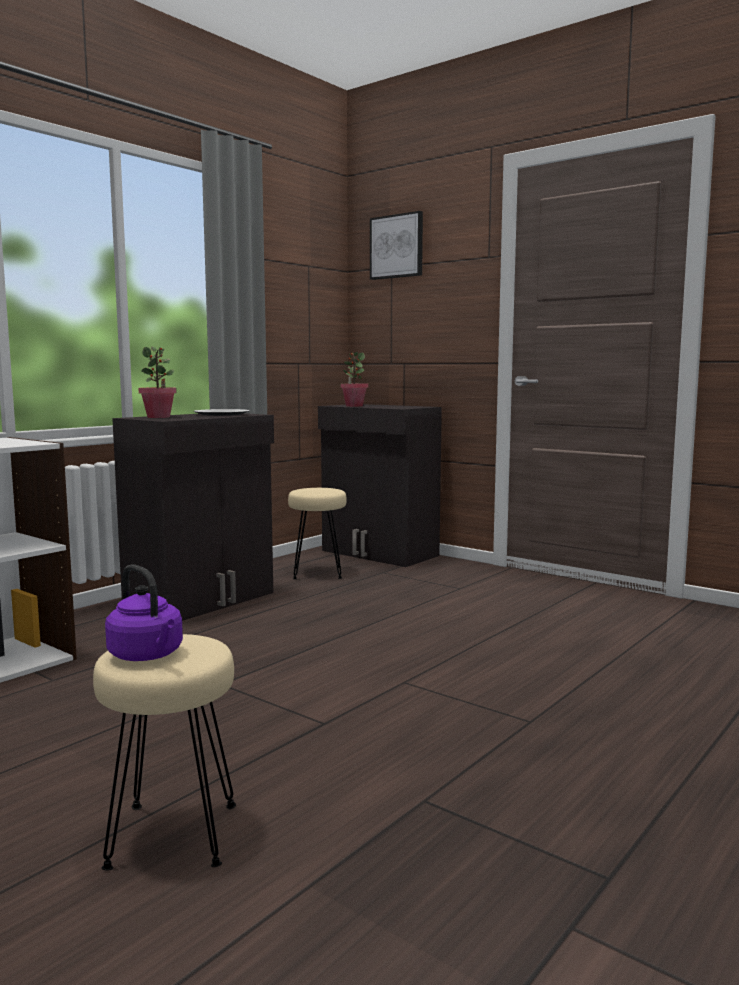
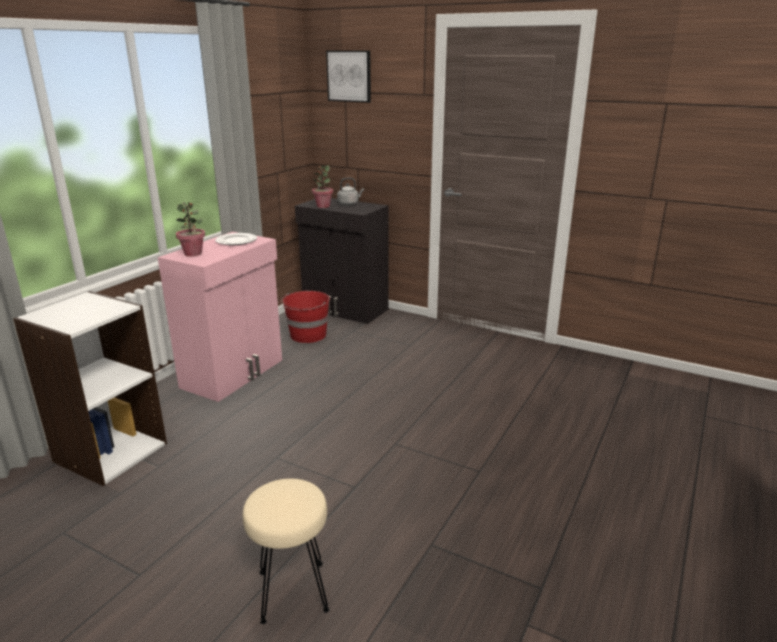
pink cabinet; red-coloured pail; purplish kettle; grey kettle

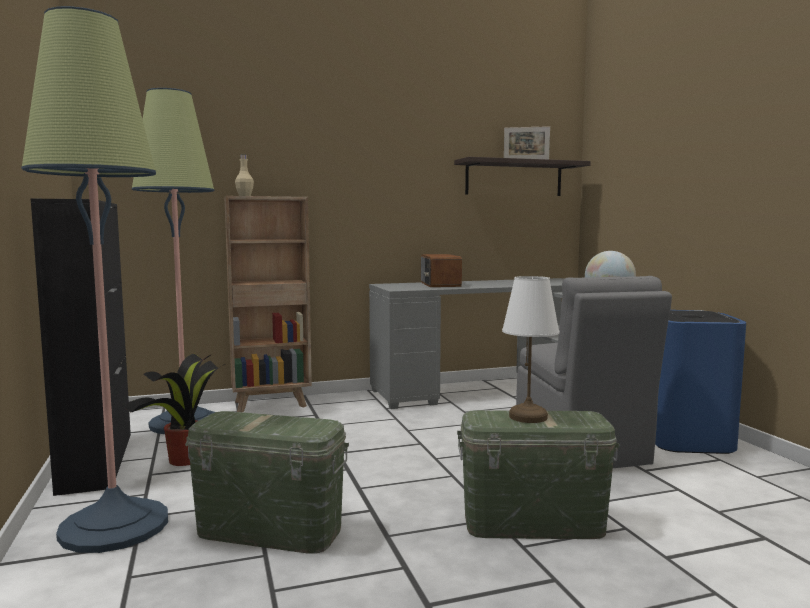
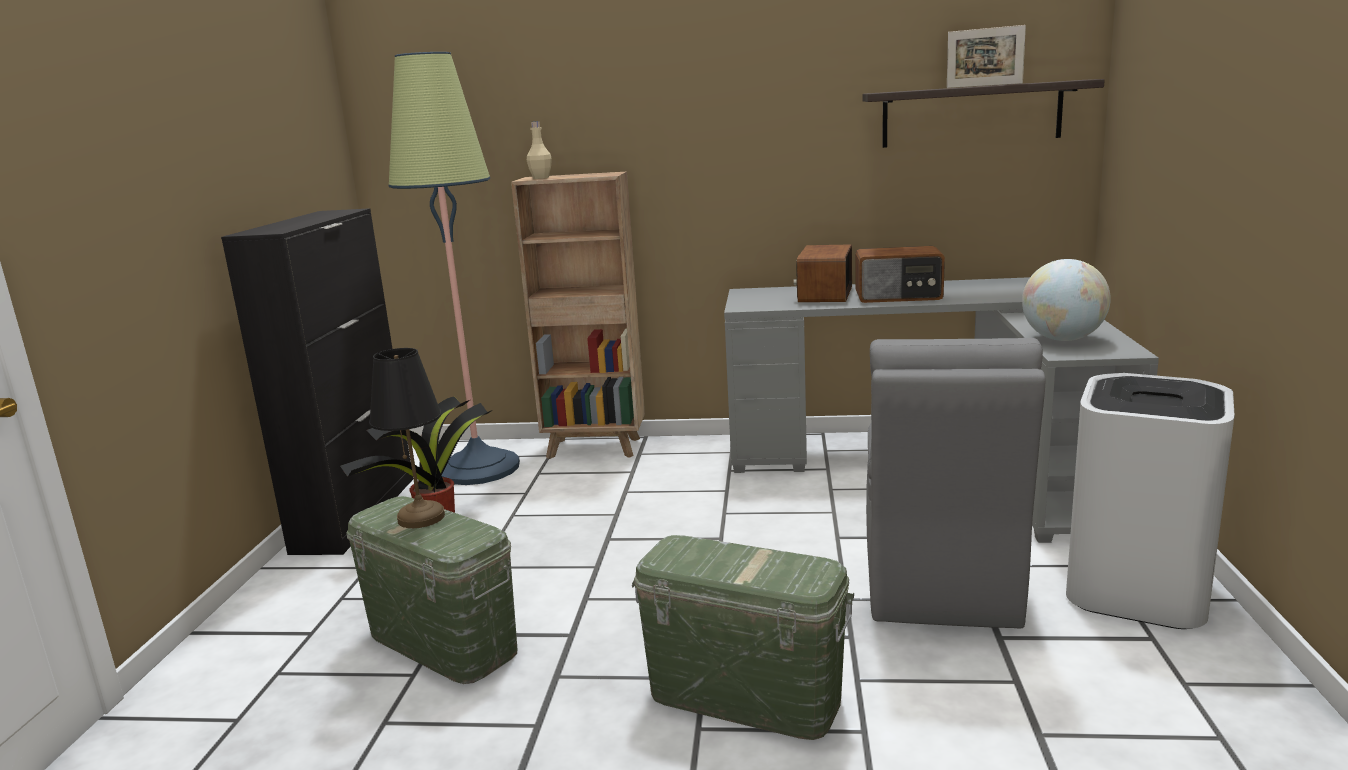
standard lamp (1st from left in the first image); whitish table lamp; whitish rubbish bin; radio (2nd from left); black-coloured table lamp

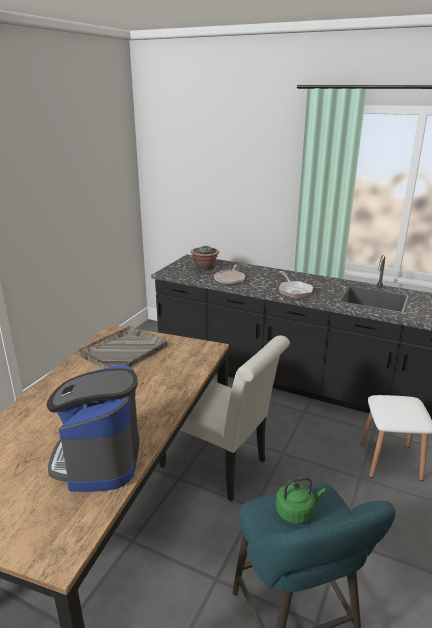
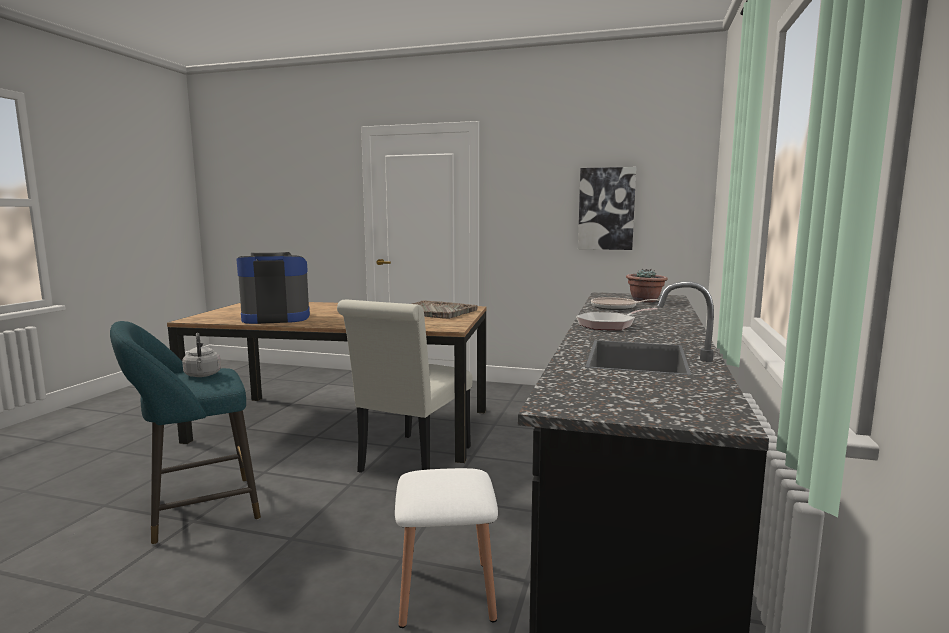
grey kettle; picture

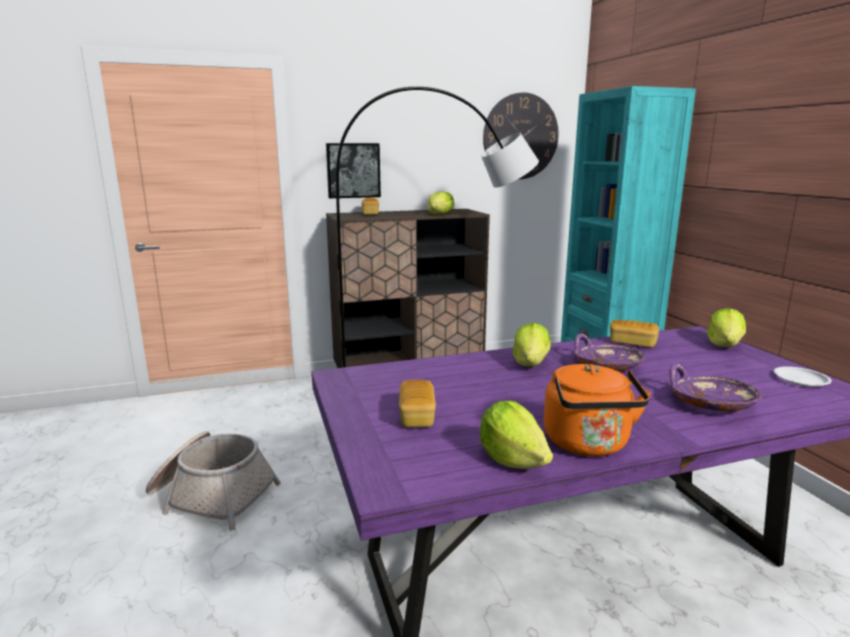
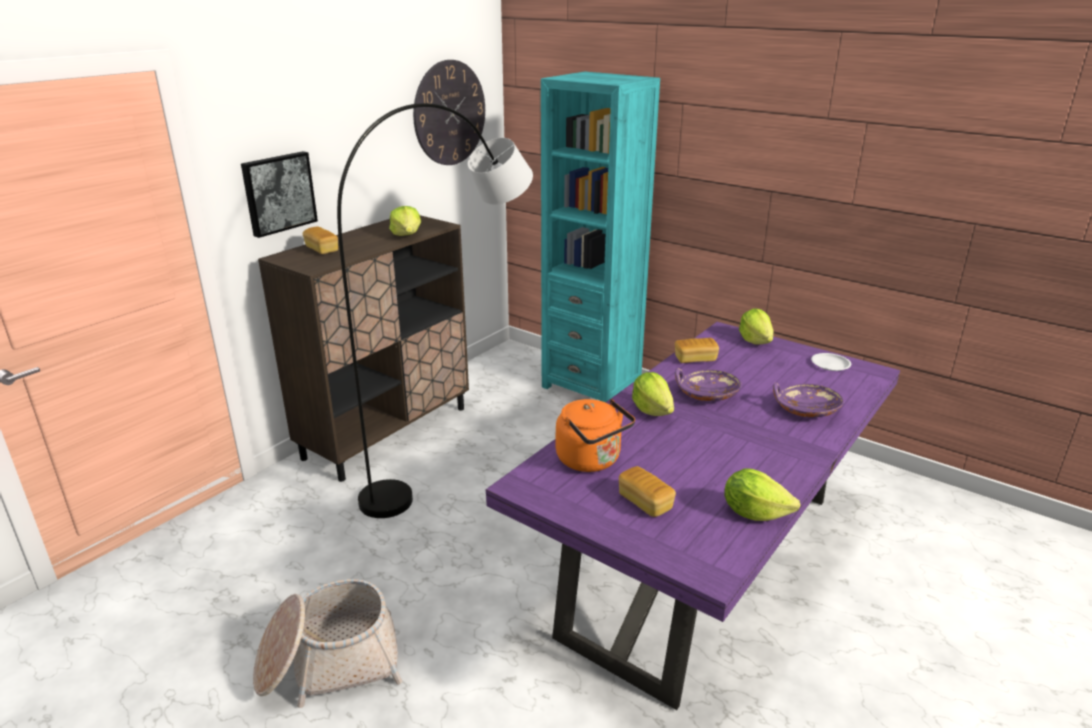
orange kettle

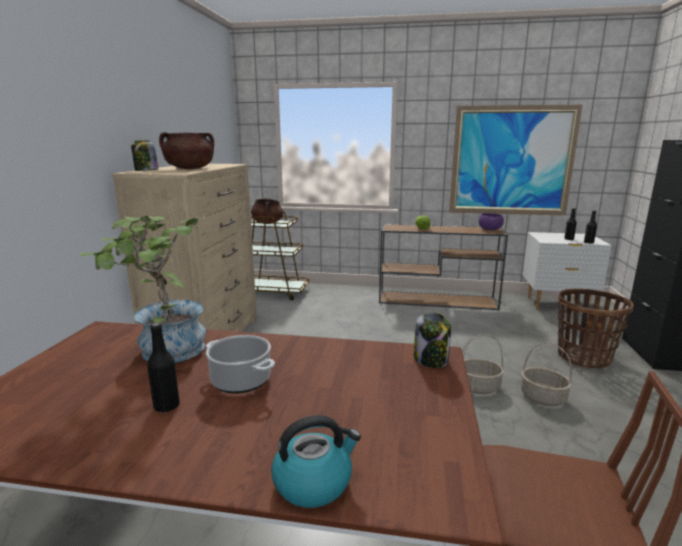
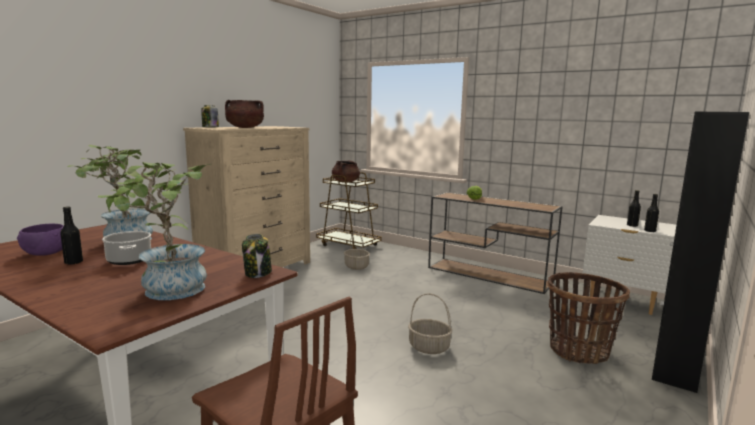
picture; purplish bowl; storage basket (1st from left); kettle; potted plant (2nd from left)

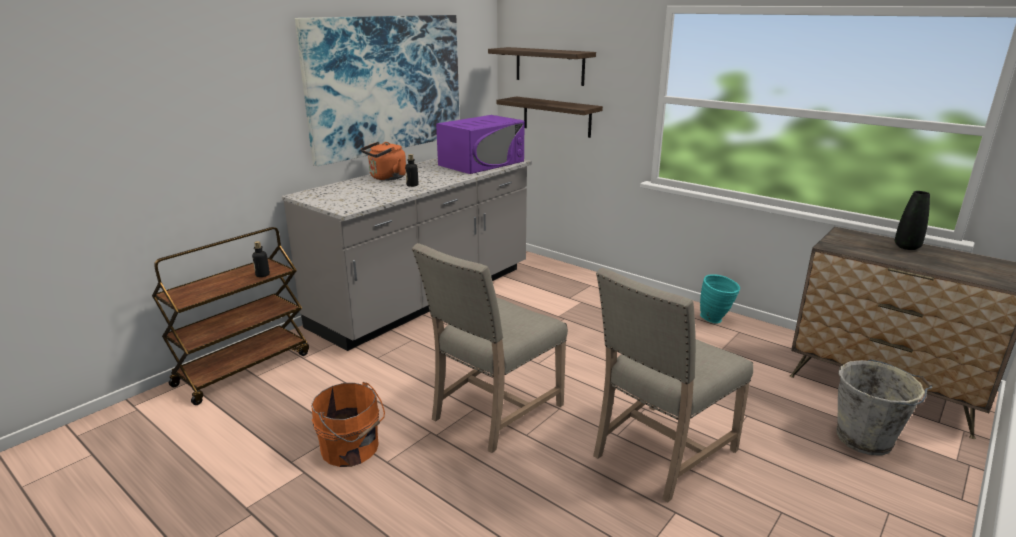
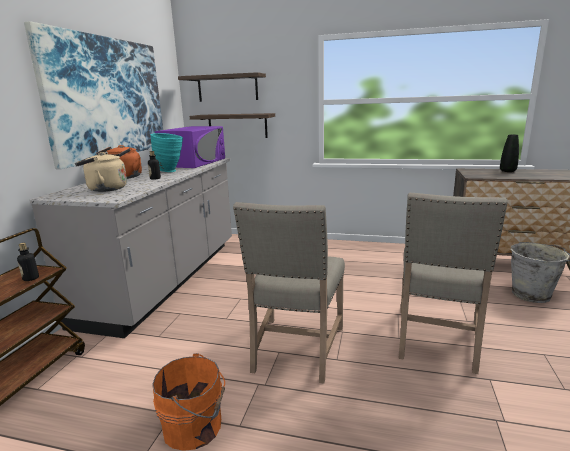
blue-green flower vase; beige kettle

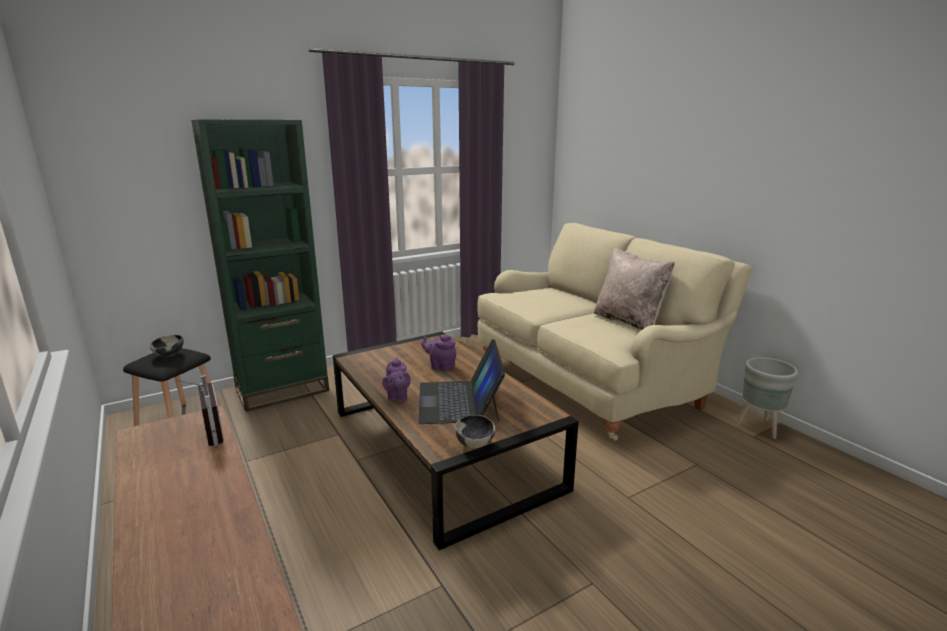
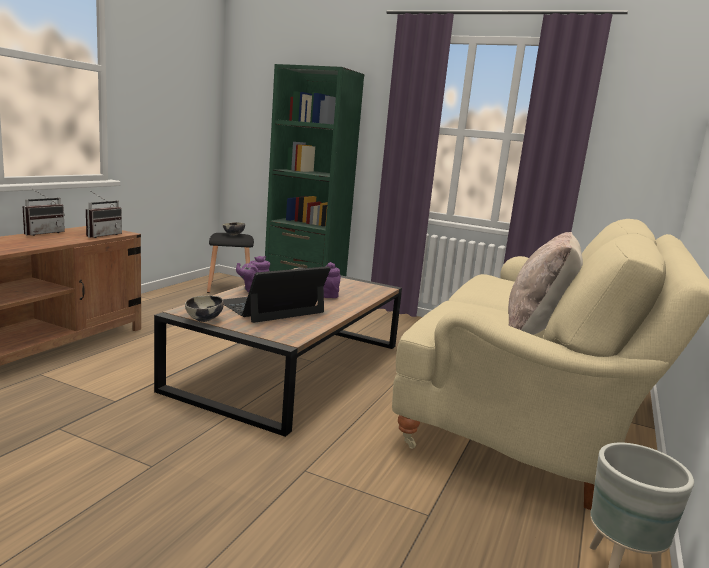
radio (1st from left)

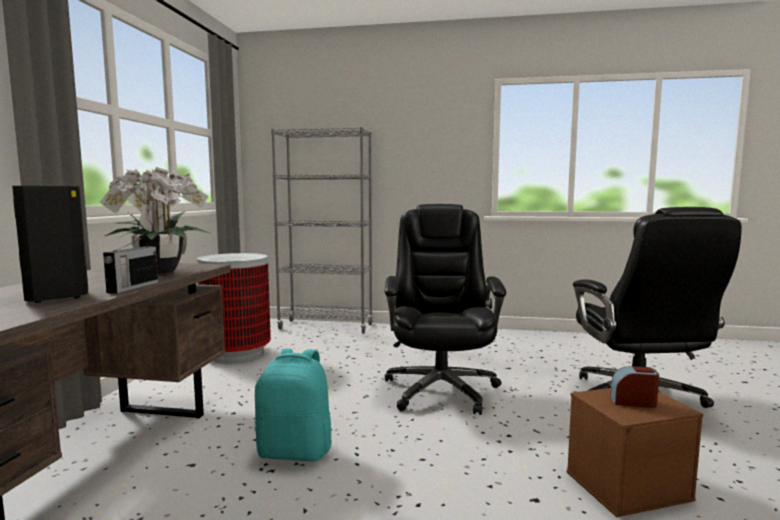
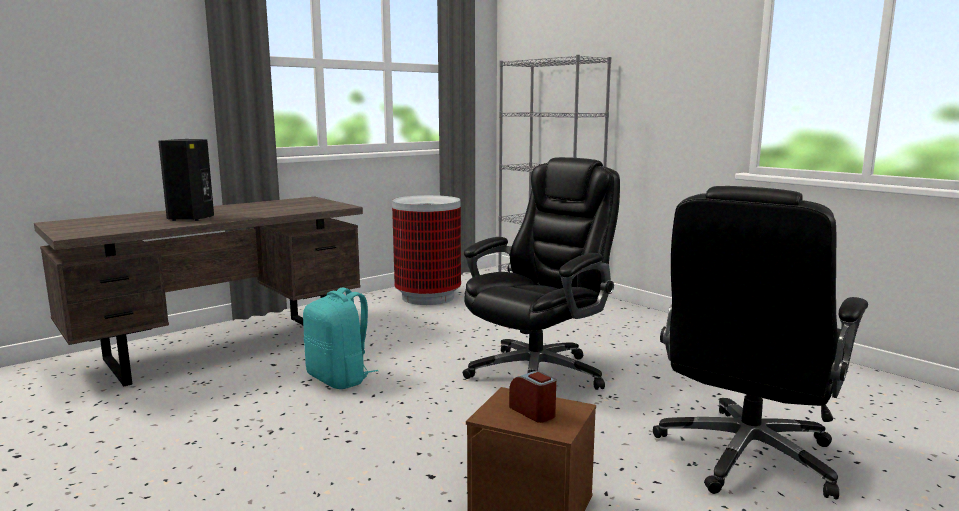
potted plant; radio

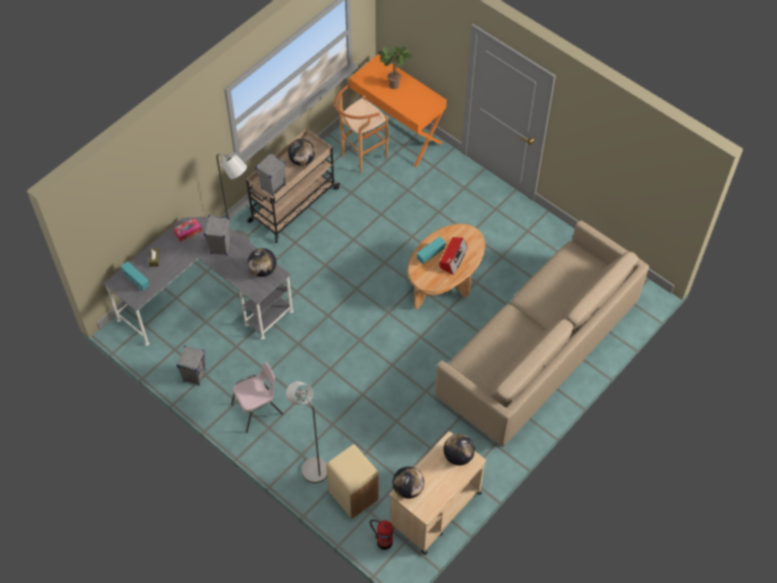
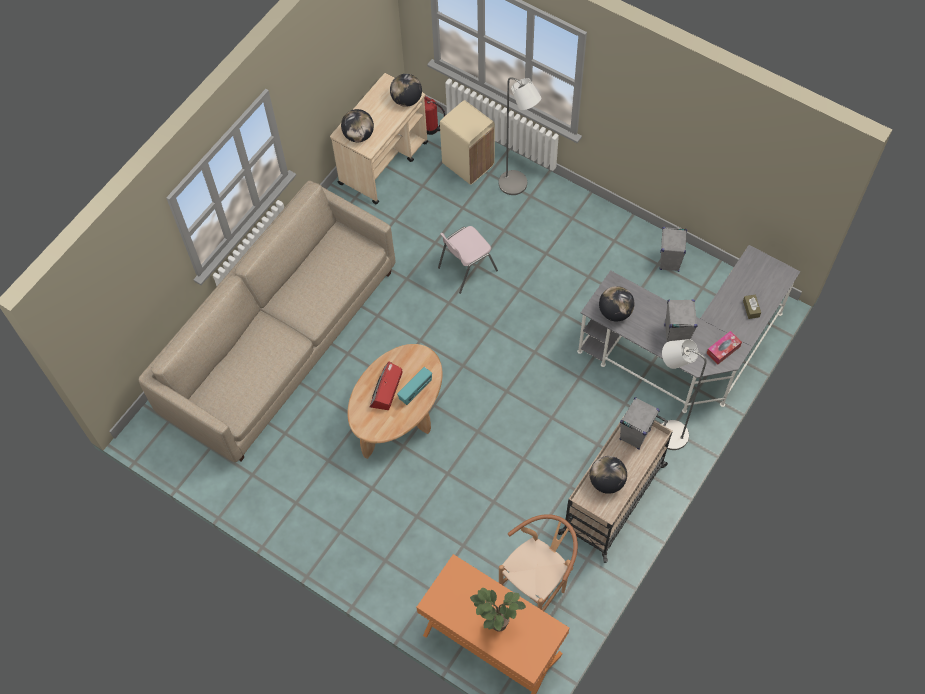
radio (1st from left in the first image); pink chair

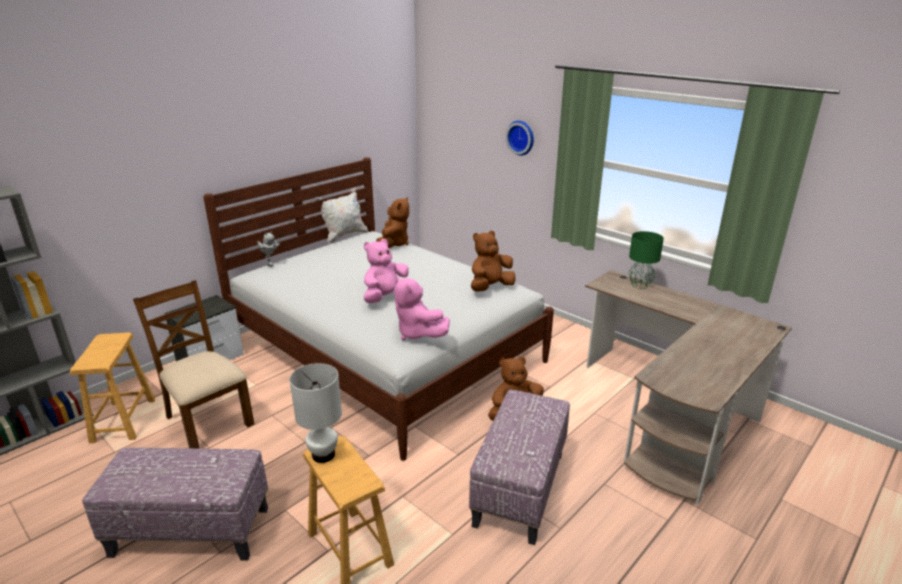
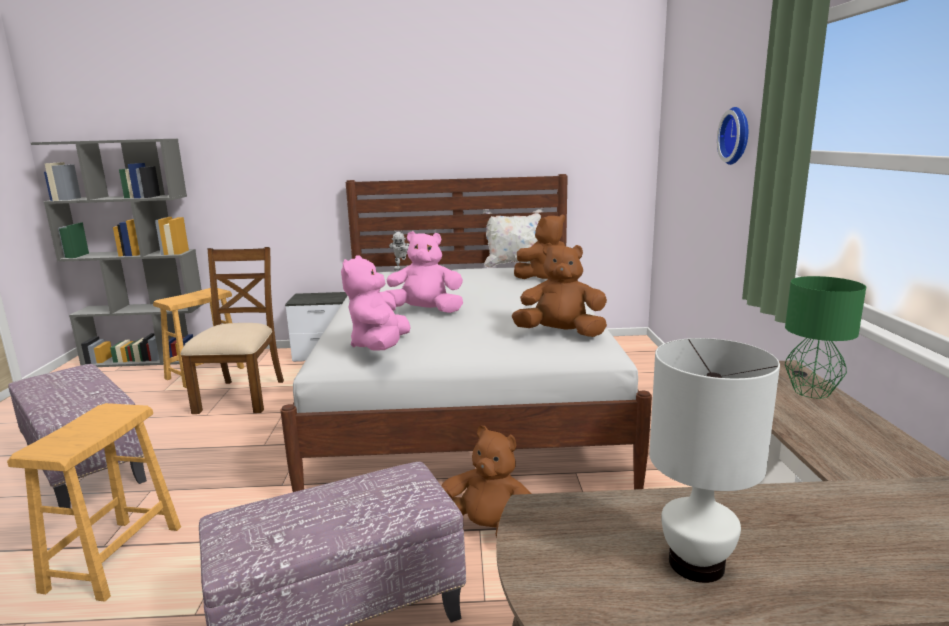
whitish table lamp

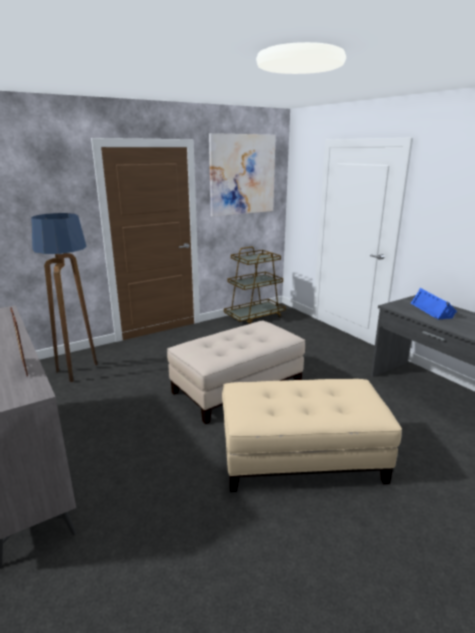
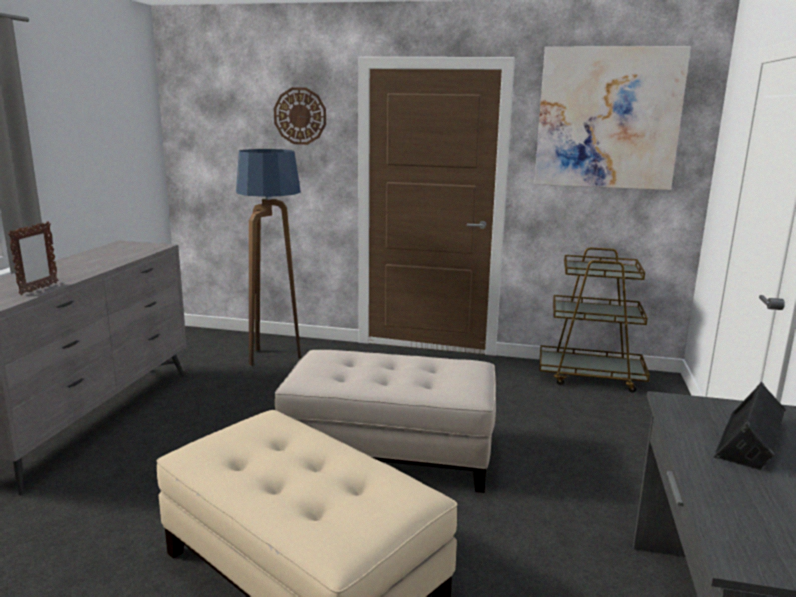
black-coloured audio speaker; clock on the wall

